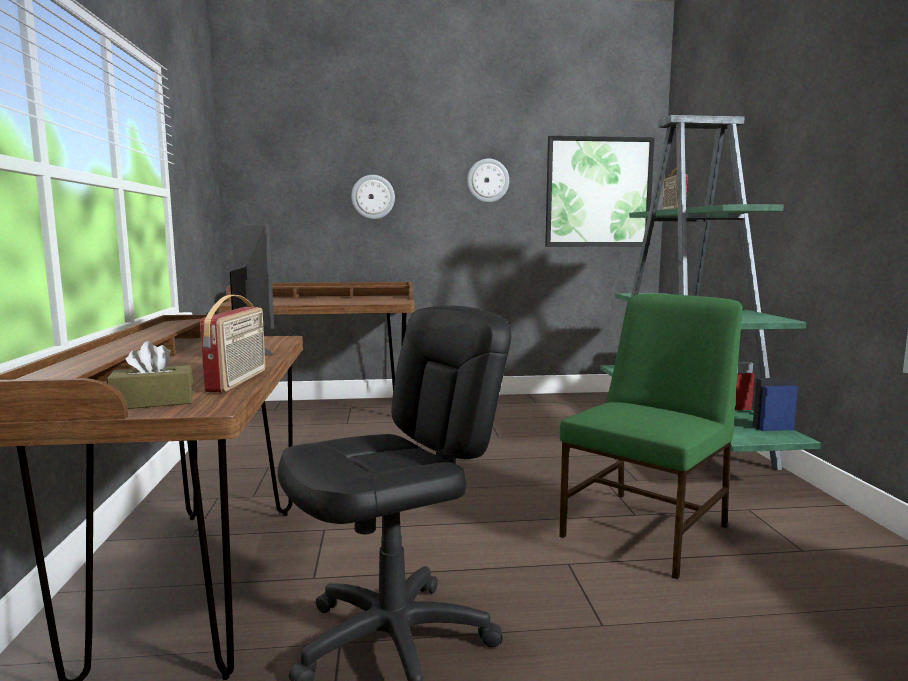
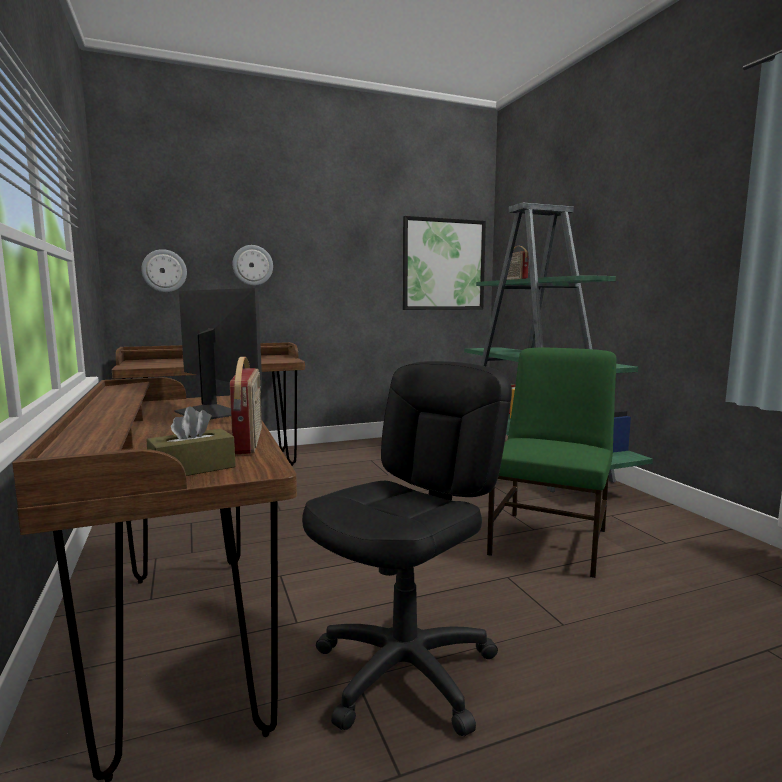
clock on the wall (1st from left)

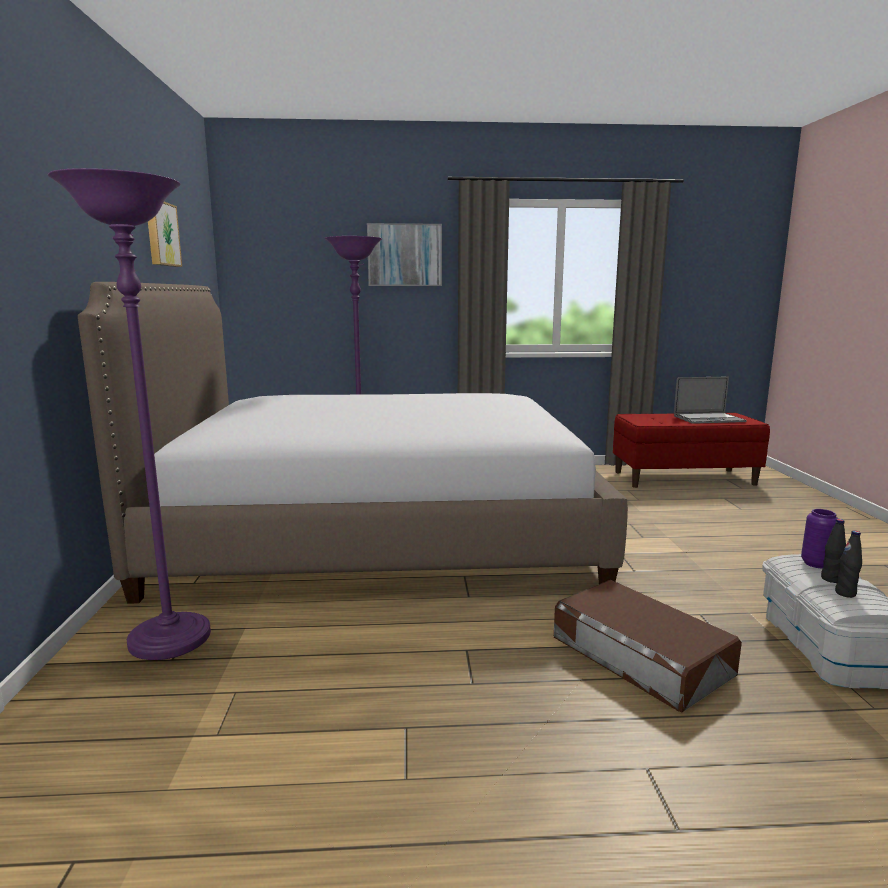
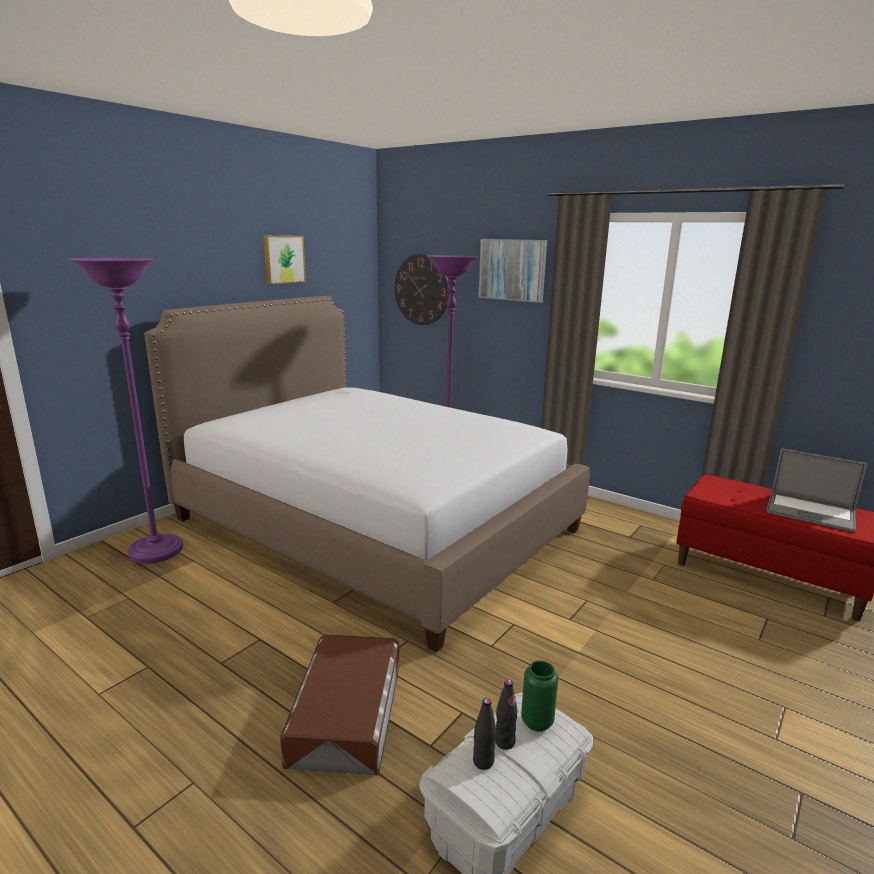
green flower vase; clock on the wall

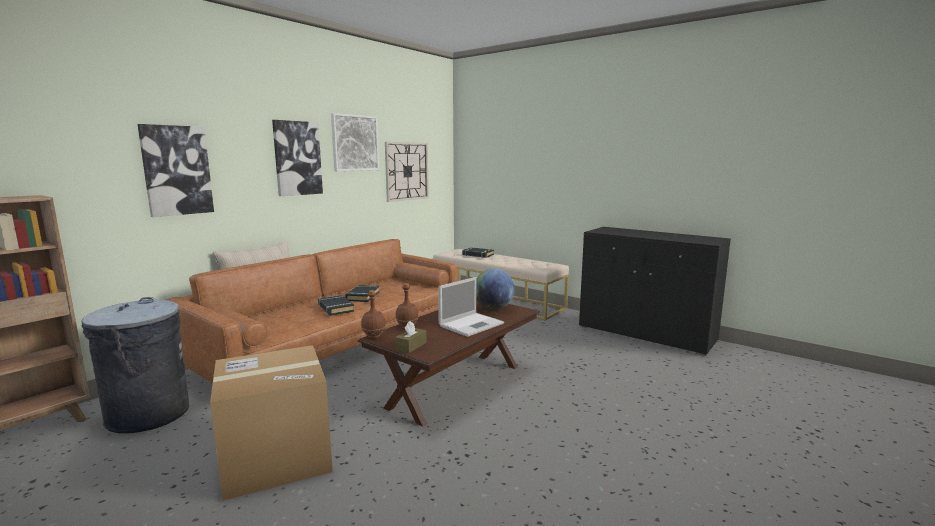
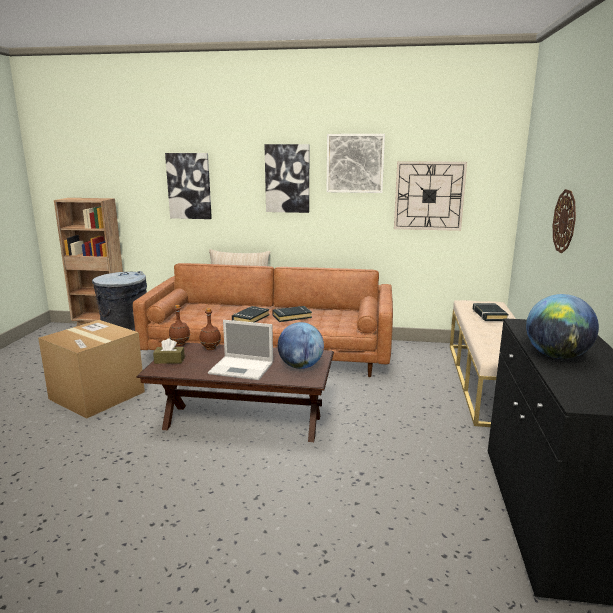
clock on the wall (2nd from left); desk globe (2nd from left)

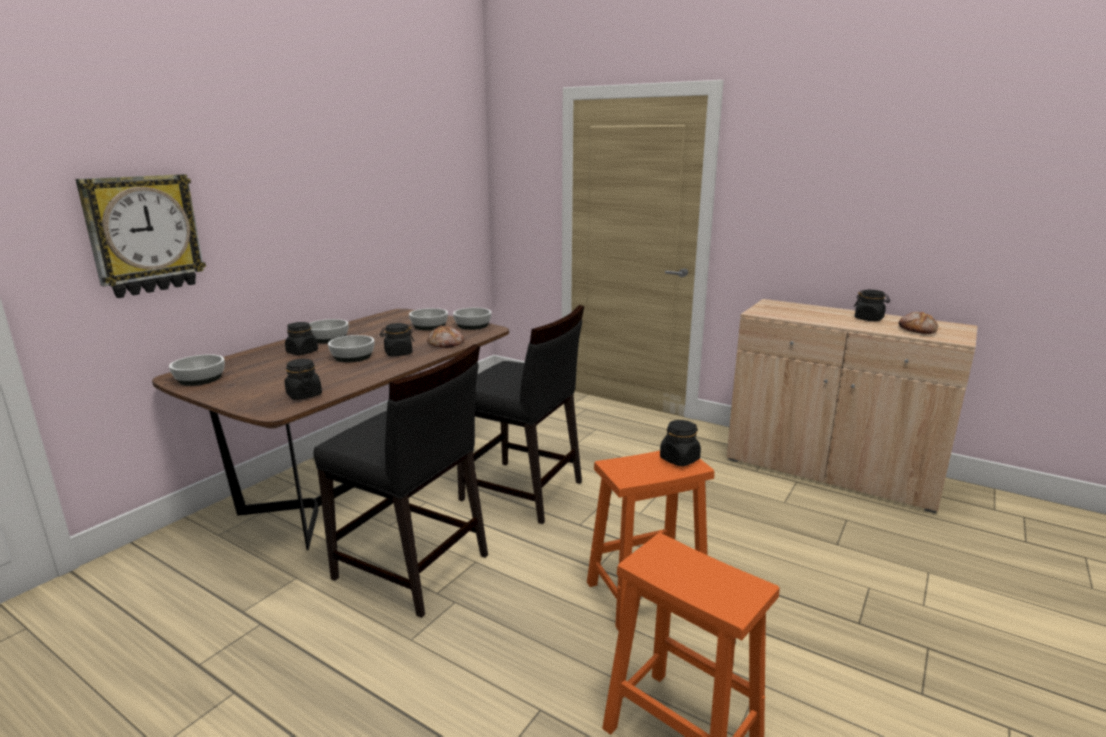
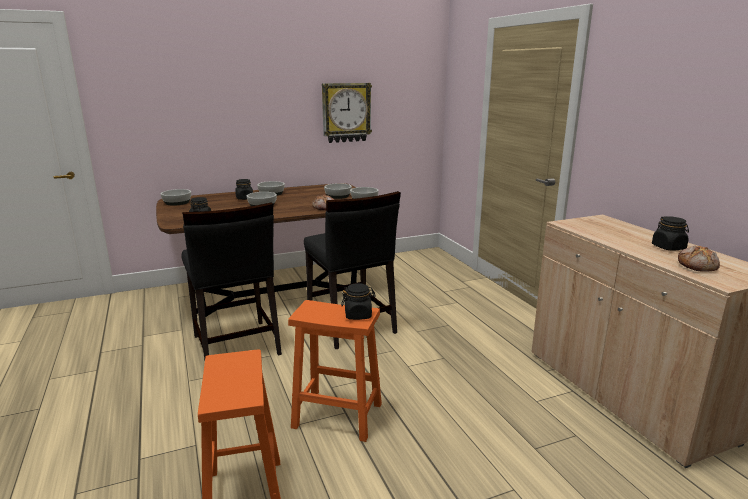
clock on the wall; black-coloured jar (3rd from left in the first image)

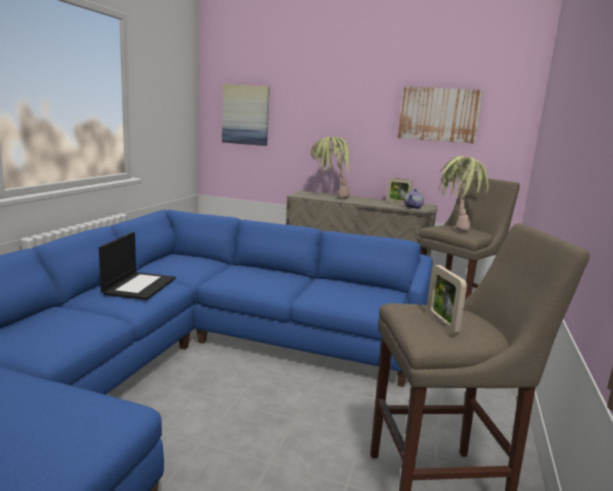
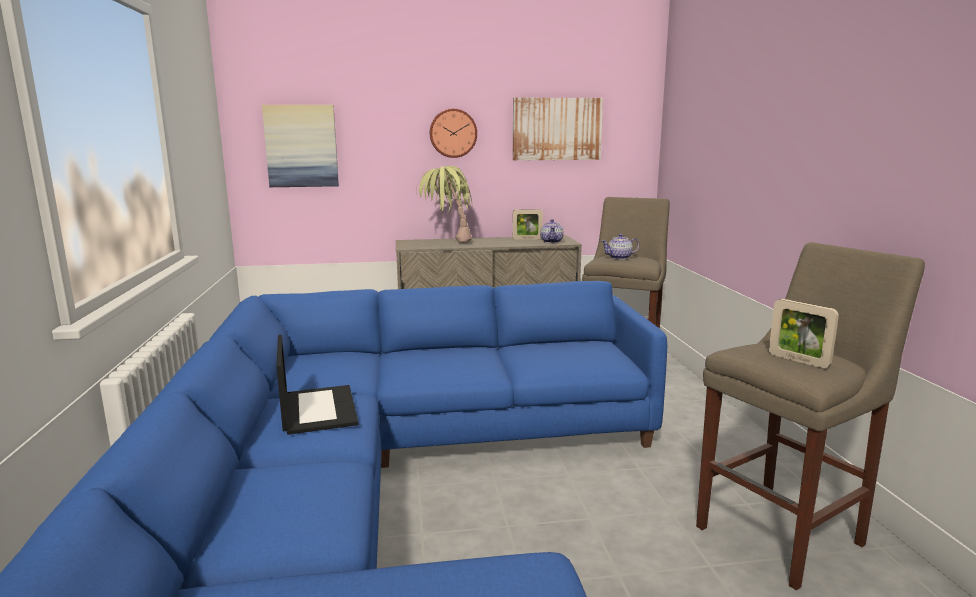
teapot (2nd from left); clock on the wall

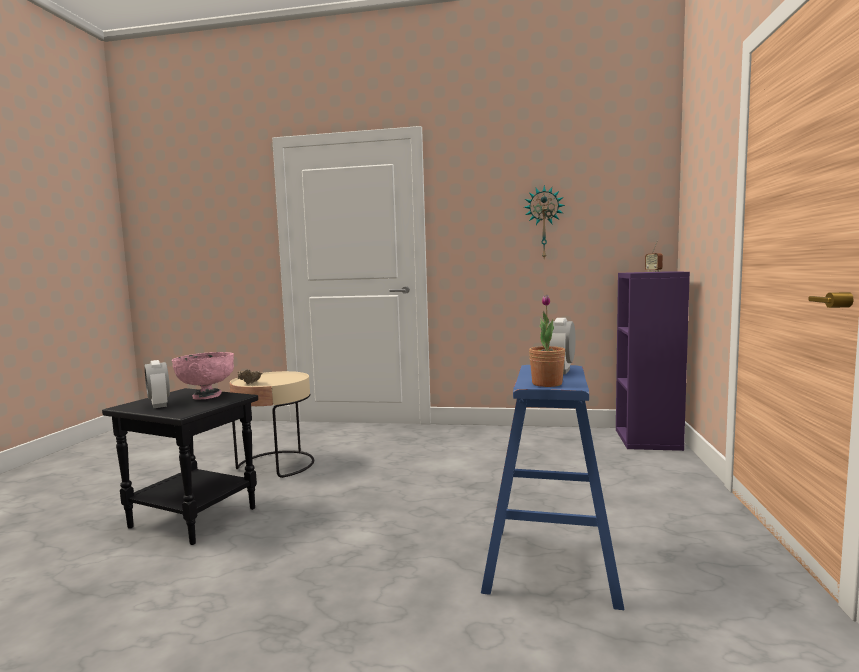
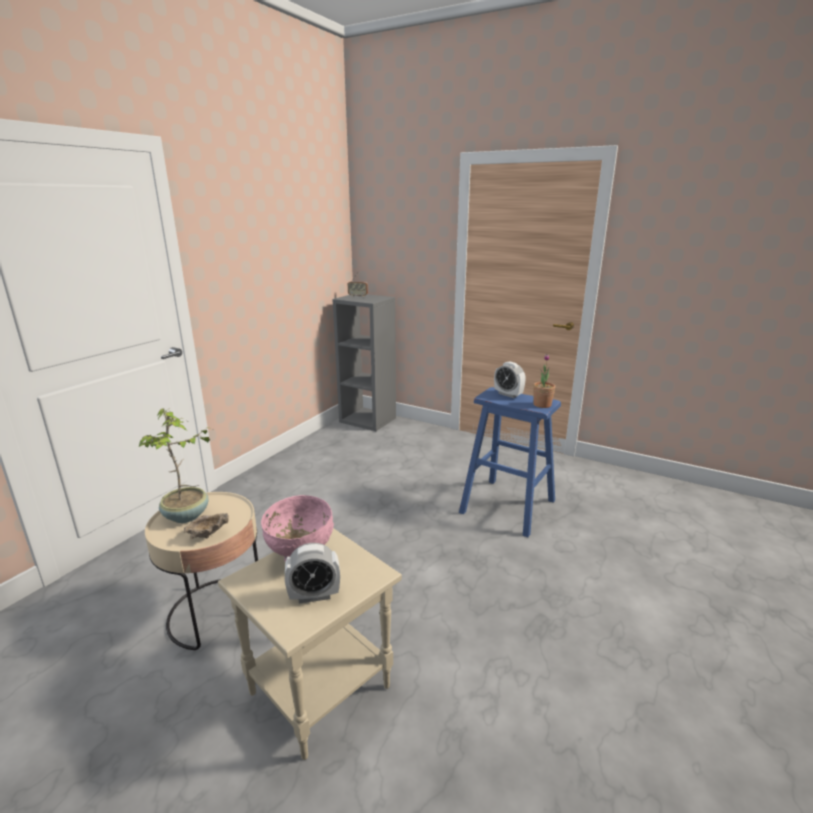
clock on the wall; grey shelving unit; beige end table (2nd from left); potted plant (1st from left)

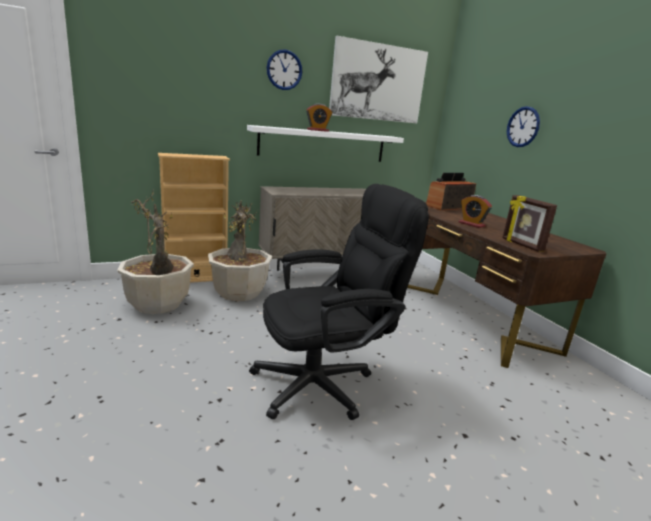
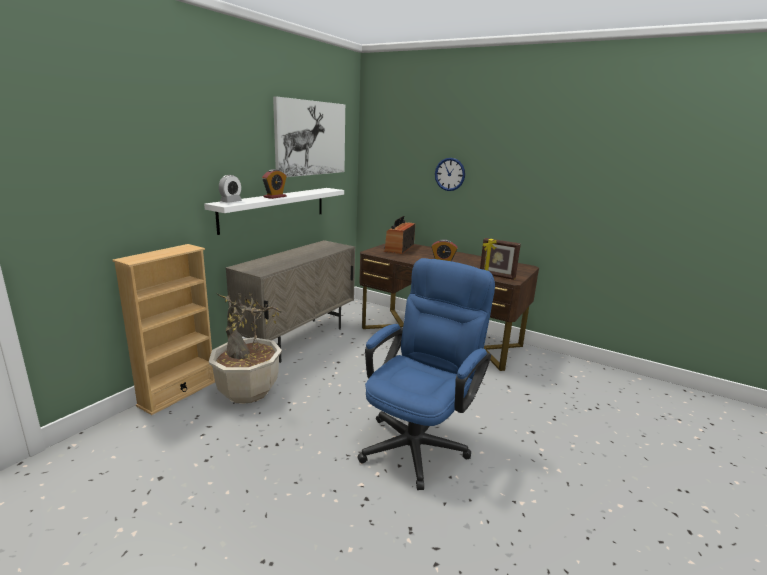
clock on the wall (1st from left in the first image); blue desk chair; potted plant (1st from left in the first image); alarm clock (1st from left)

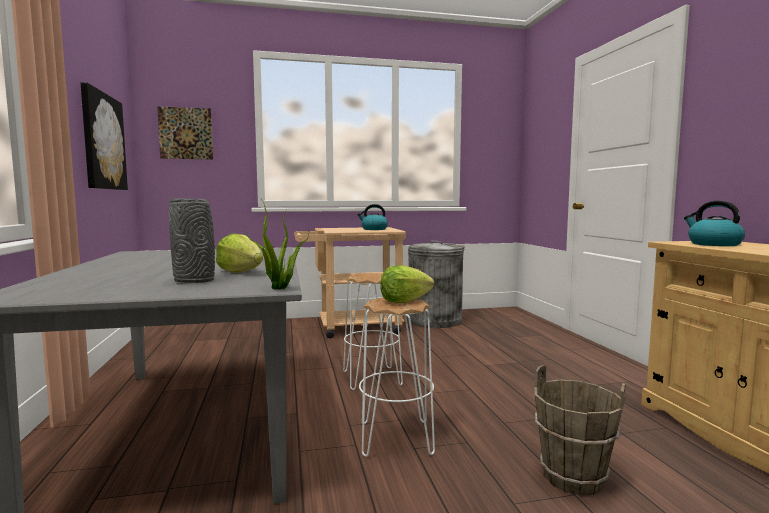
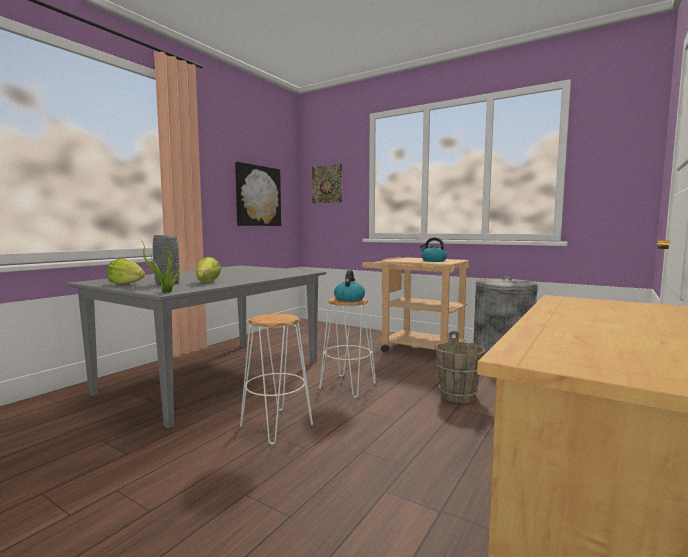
kettle (1st from left); lettuce head (1st from left); brownish pail

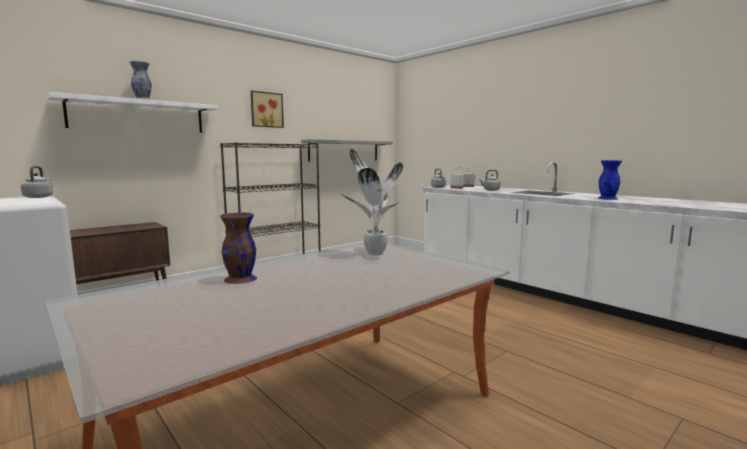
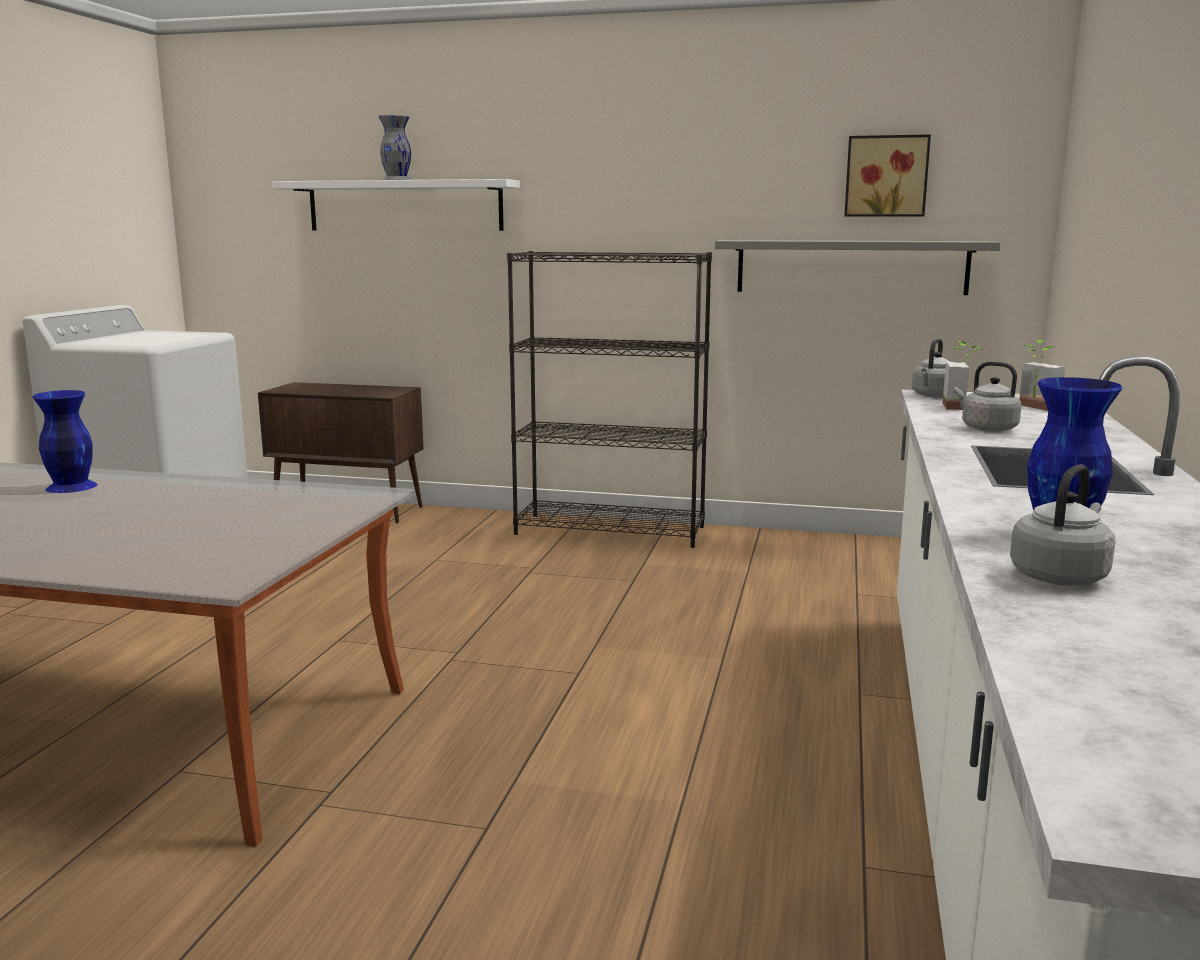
picture; potted plant (1st from left in the first image); grey kettle (3rd from left); blue flower vase (1st from left)

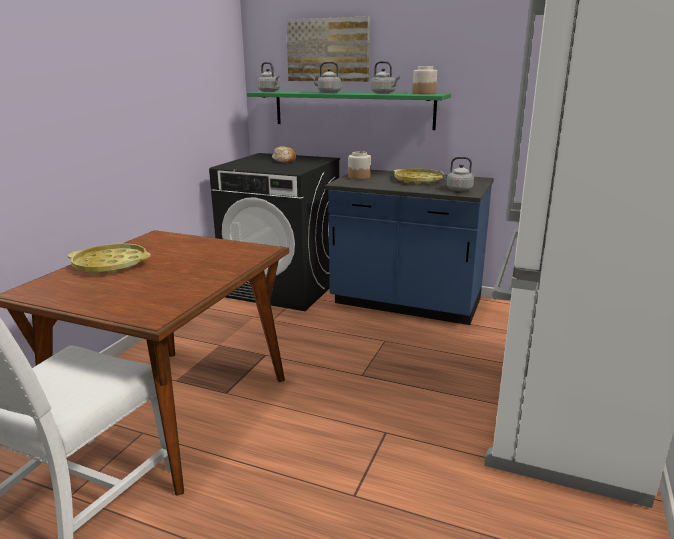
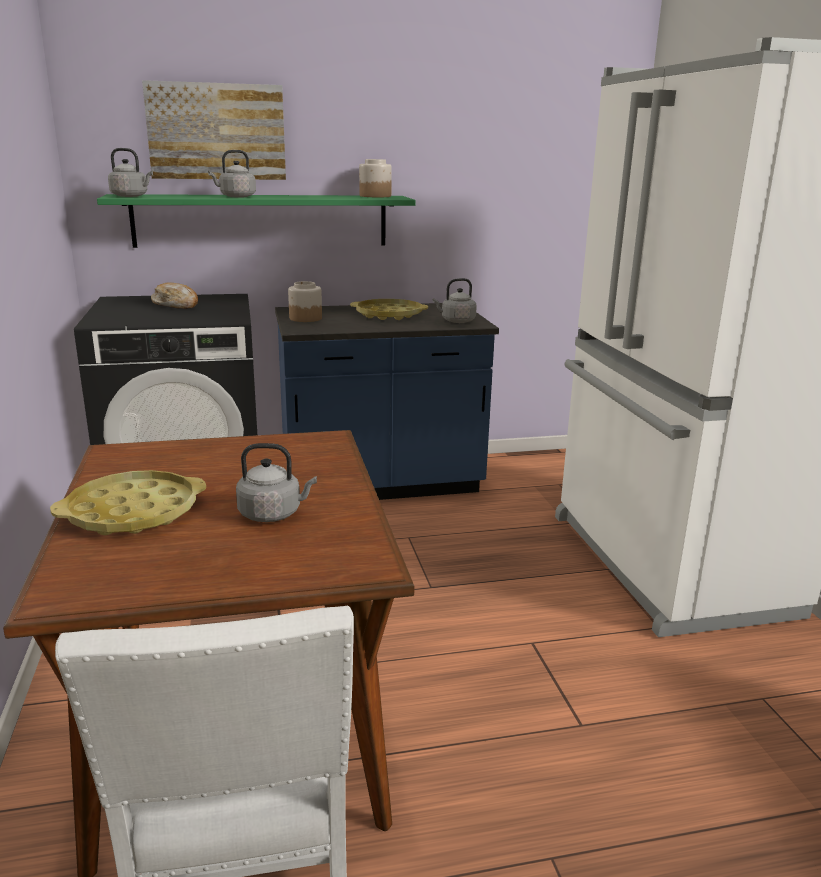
grey kettle (3rd from left)

